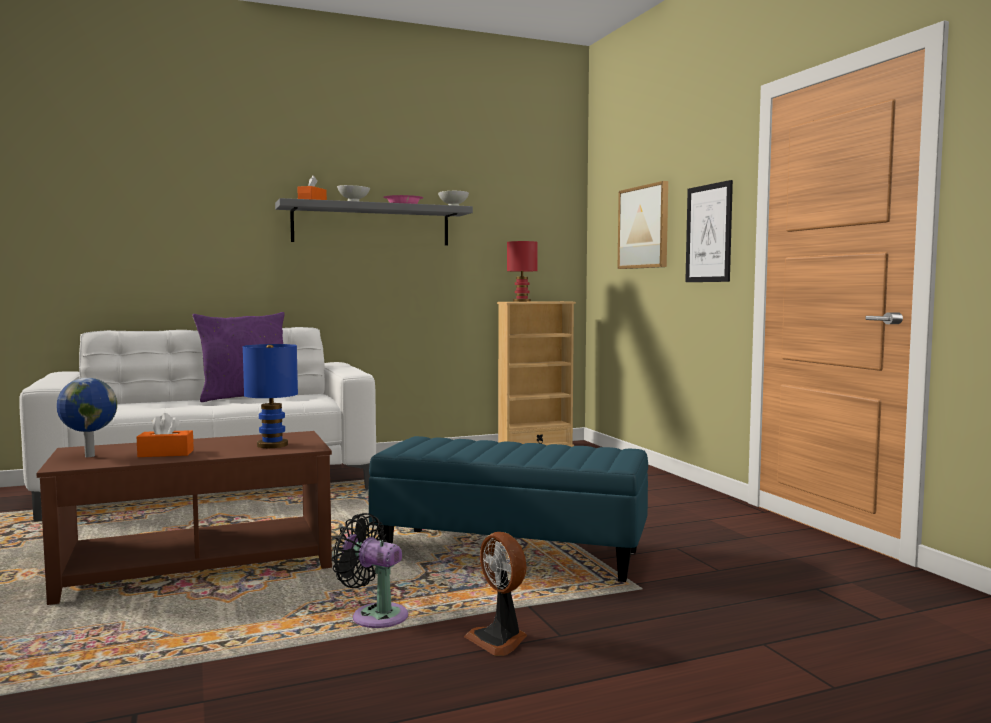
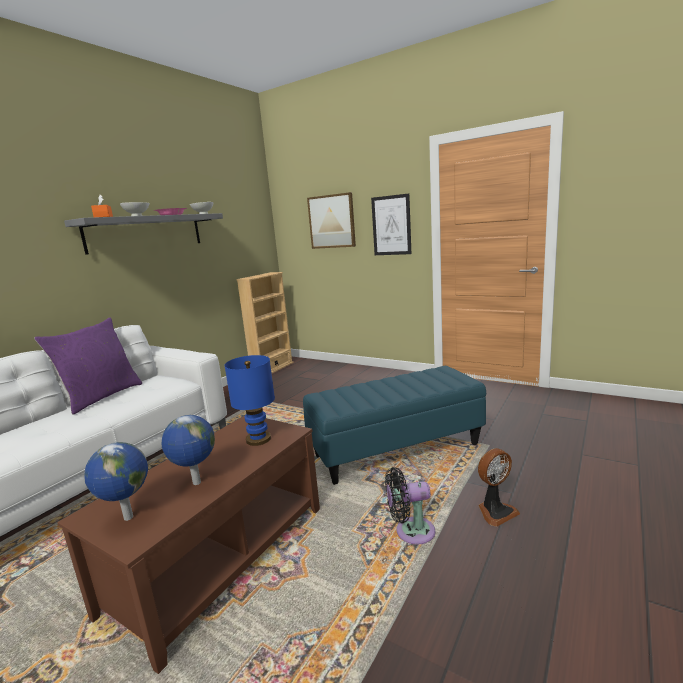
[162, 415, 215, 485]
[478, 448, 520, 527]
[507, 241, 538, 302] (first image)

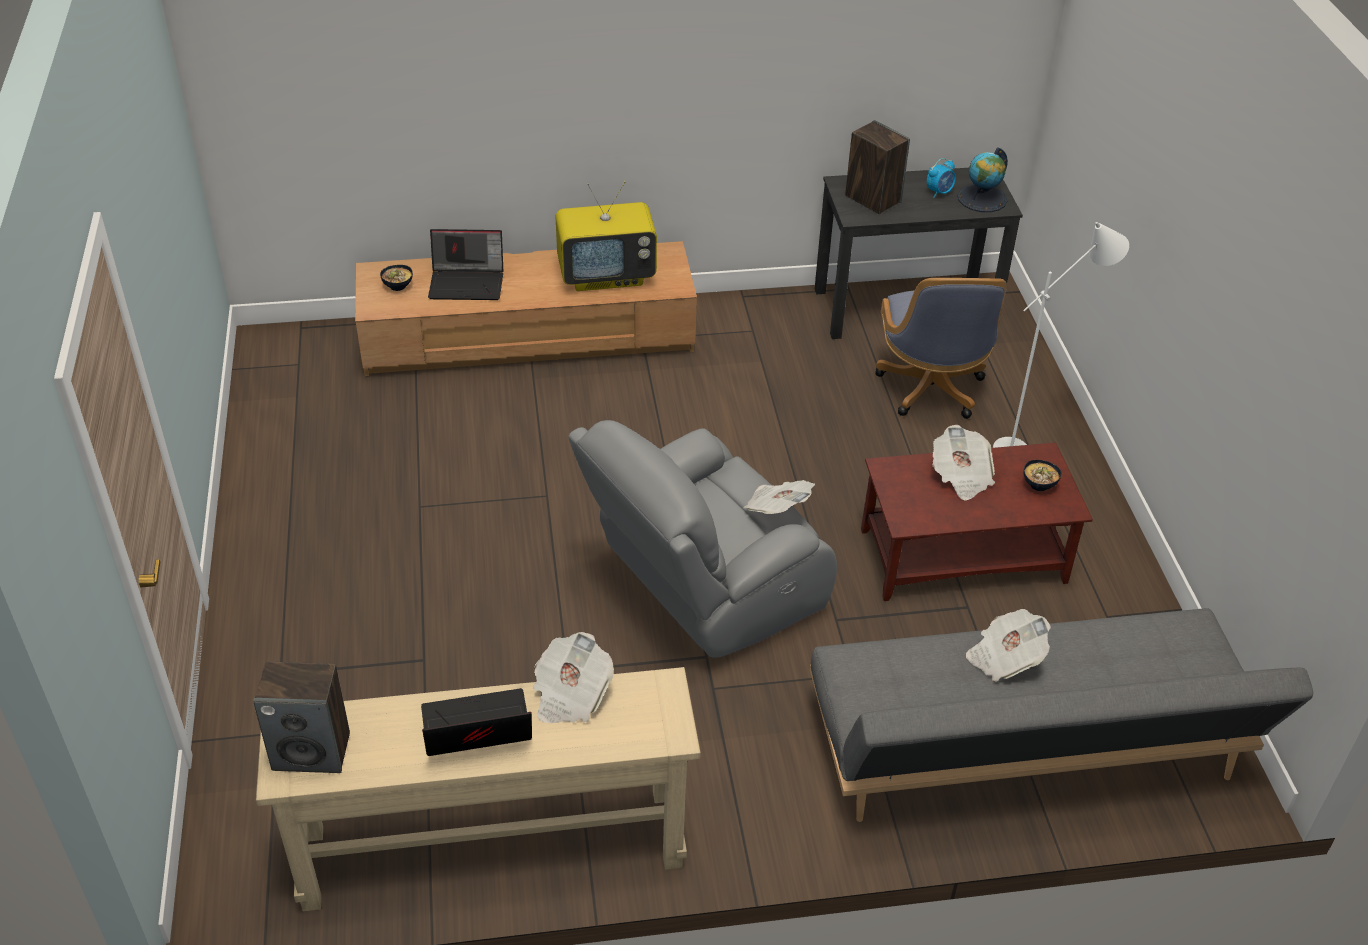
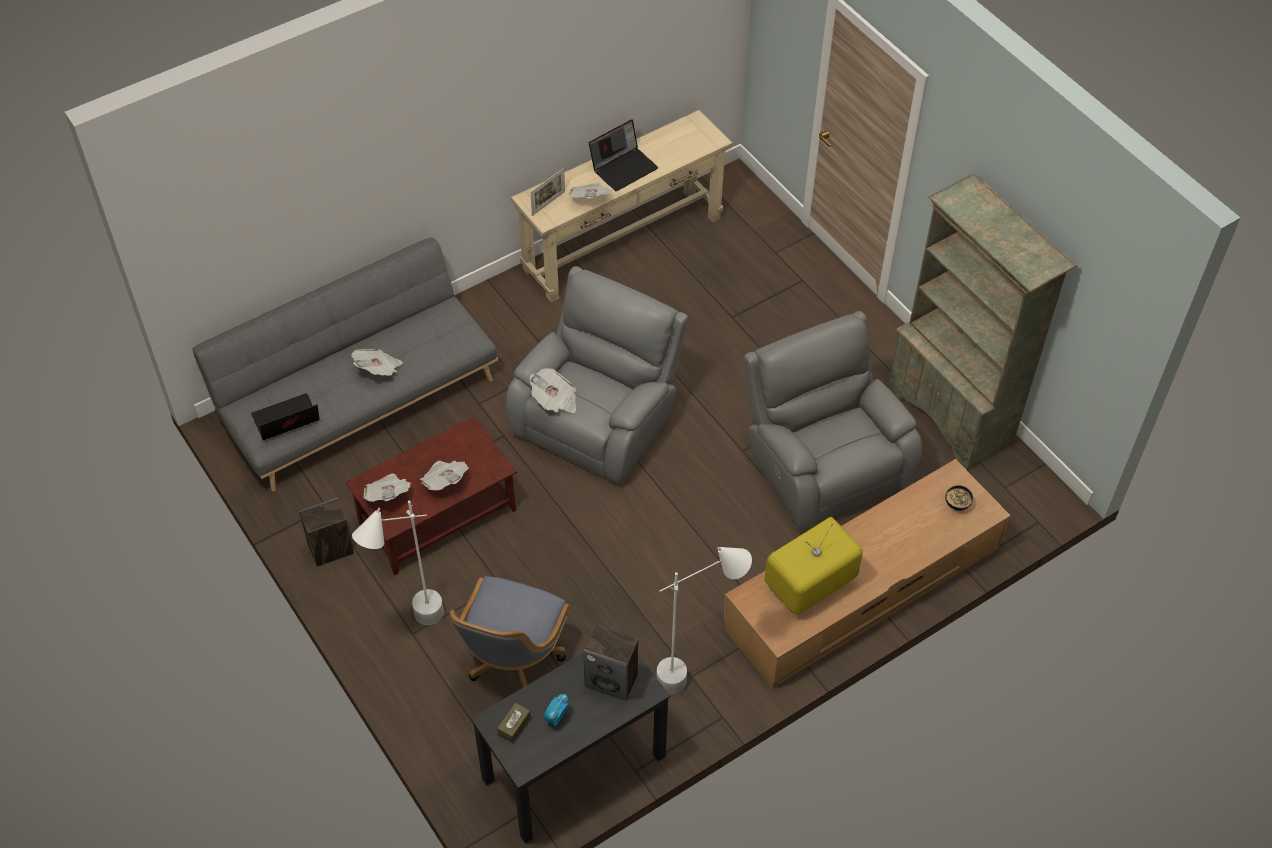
[251, 393, 319, 440]
[299, 498, 354, 567]
[363, 473, 411, 502]
[450, 576, 570, 688]
[497, 703, 531, 743]
[530, 168, 565, 216]
[656, 547, 752, 694]
[744, 311, 922, 531]
[887, 173, 1077, 471]

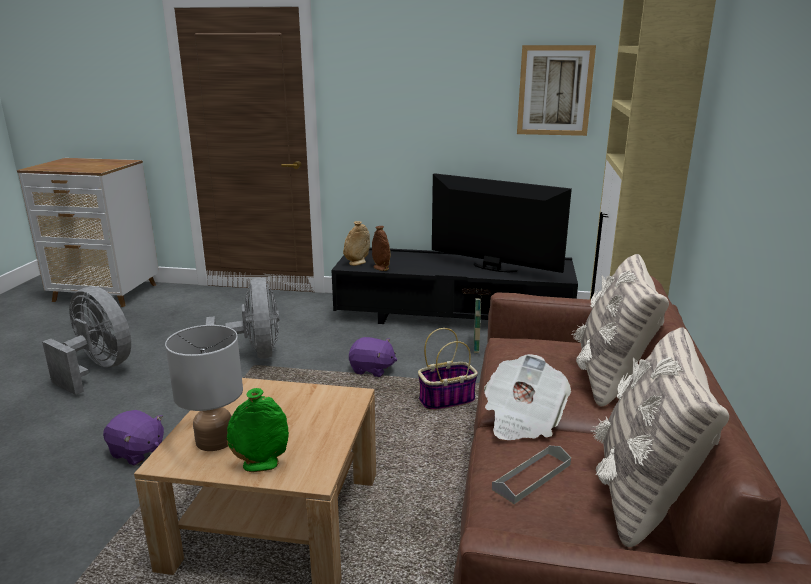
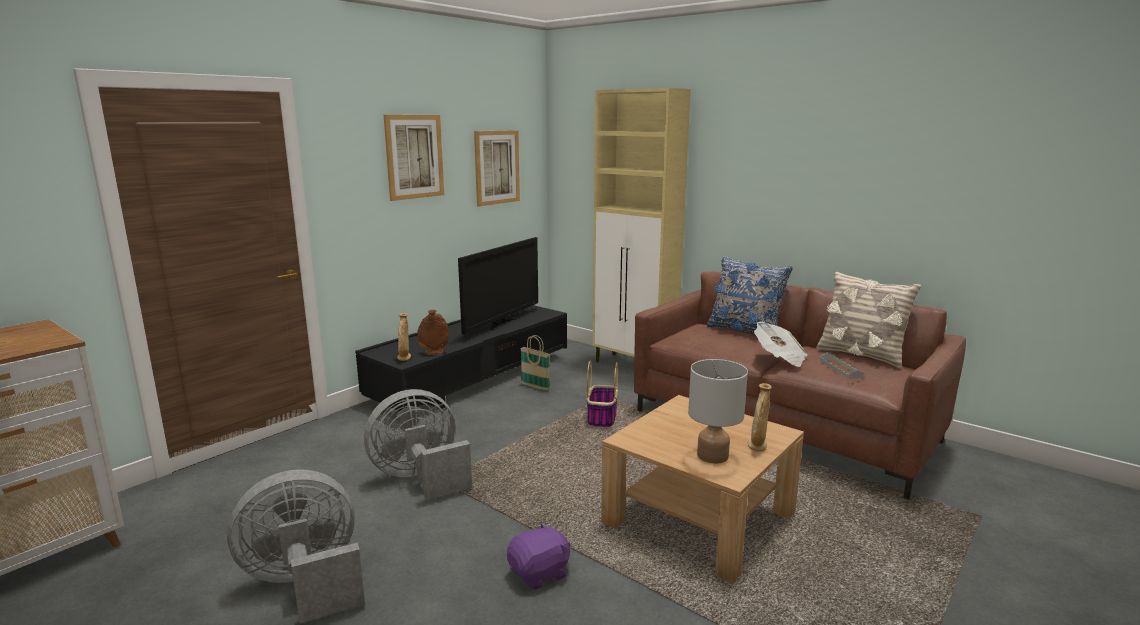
[364, 389, 472, 500]
[384, 115, 444, 201]
[458, 237, 538, 335]
[707, 256, 793, 333]
[748, 383, 772, 451]
[349, 337, 397, 377] (first image)

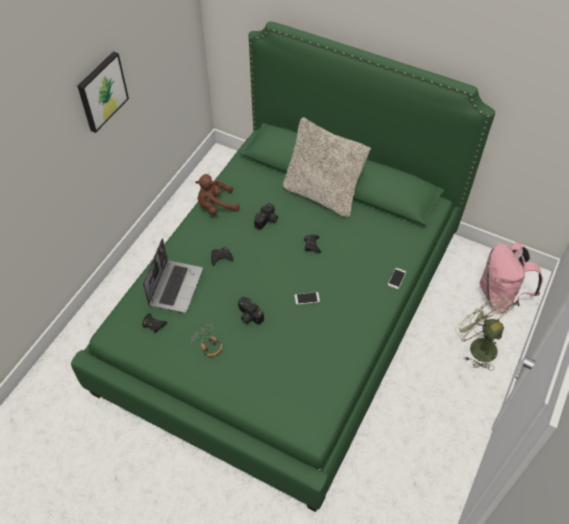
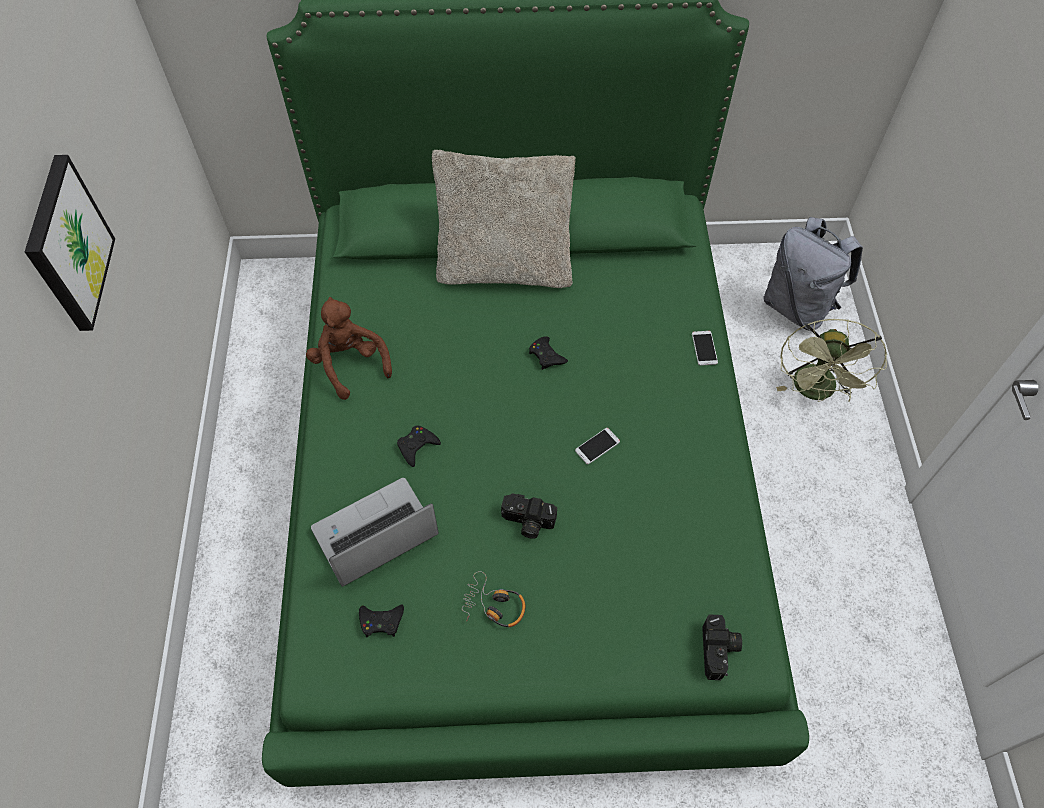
[306, 297, 392, 400]
[311, 478, 439, 587]
[702, 614, 742, 680]
[764, 217, 863, 331]
[776, 319, 887, 402]

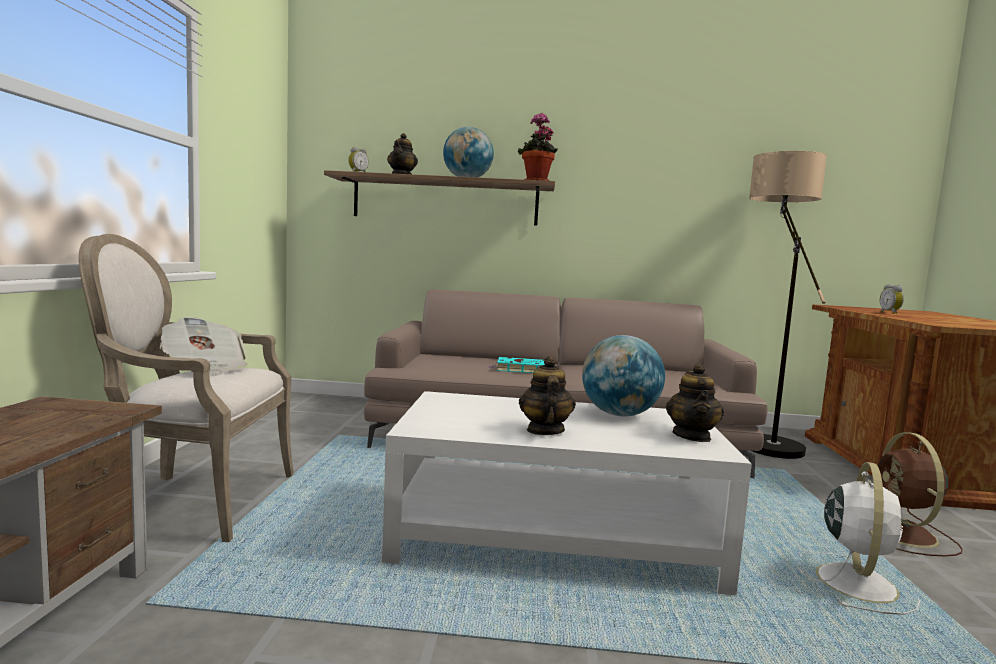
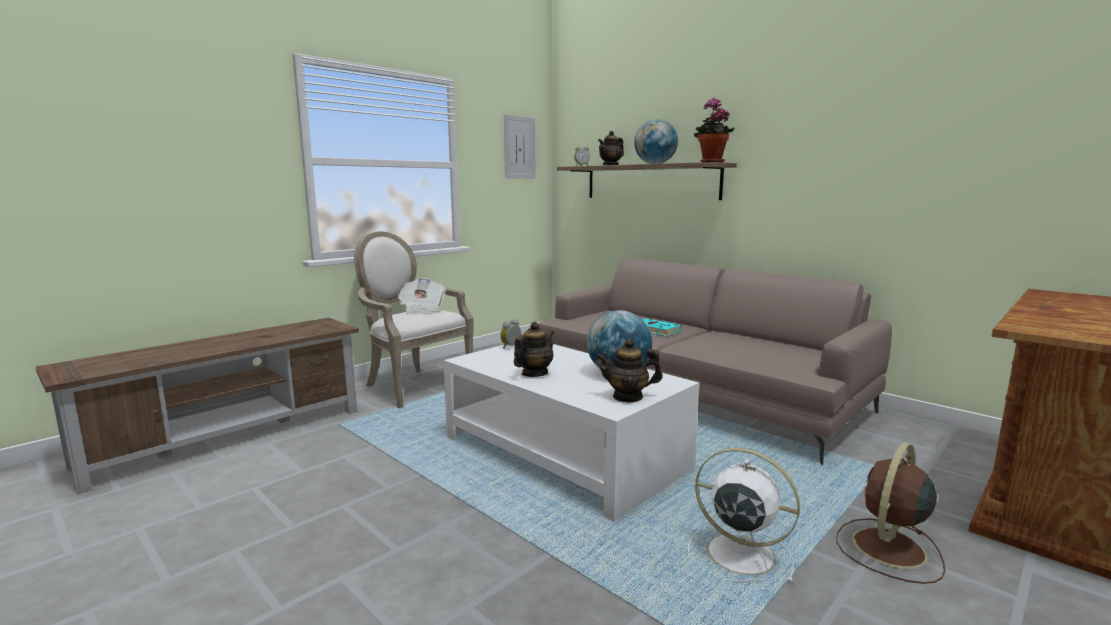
[500, 319, 521, 349]
[504, 114, 536, 178]
[596, 339, 663, 403]
[688, 448, 800, 583]
[749, 151, 827, 459] (first image)

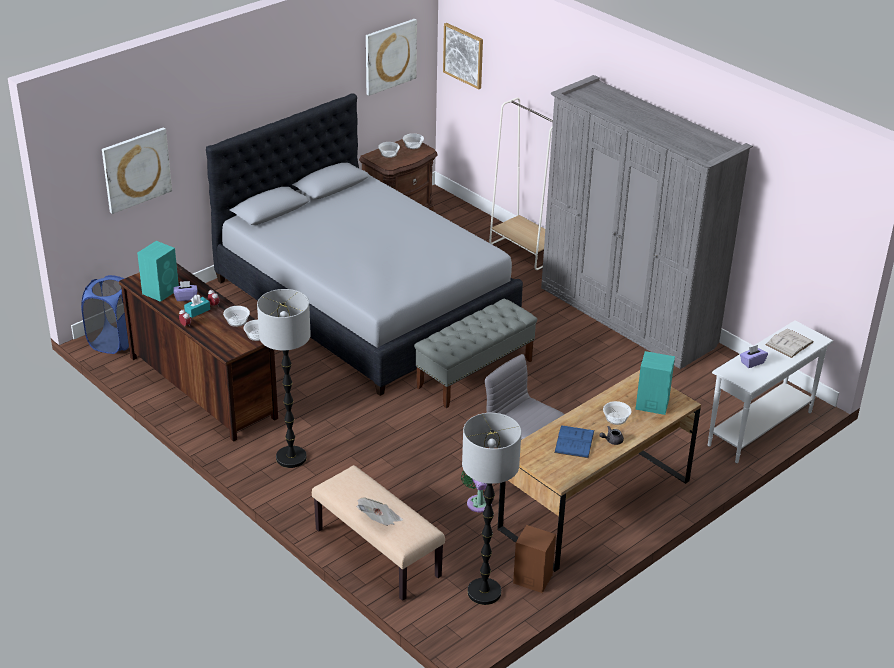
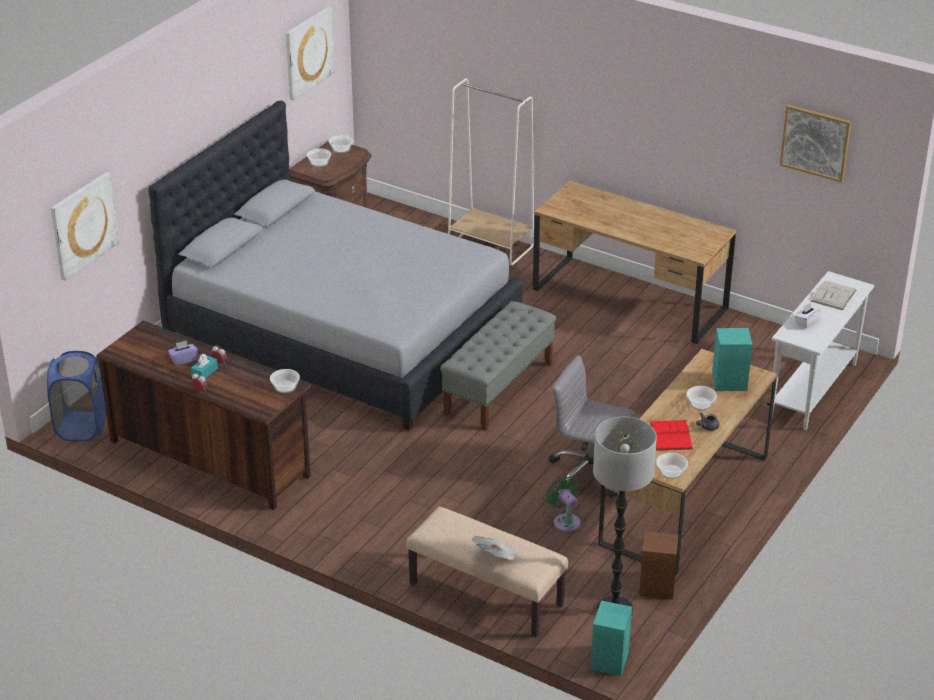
[533, 181, 736, 344]
[591, 601, 632, 676]
[650, 420, 693, 451]
[656, 453, 688, 479]
[780, 105, 851, 183]
[794, 302, 822, 328]
[257, 289, 311, 468] (first image)

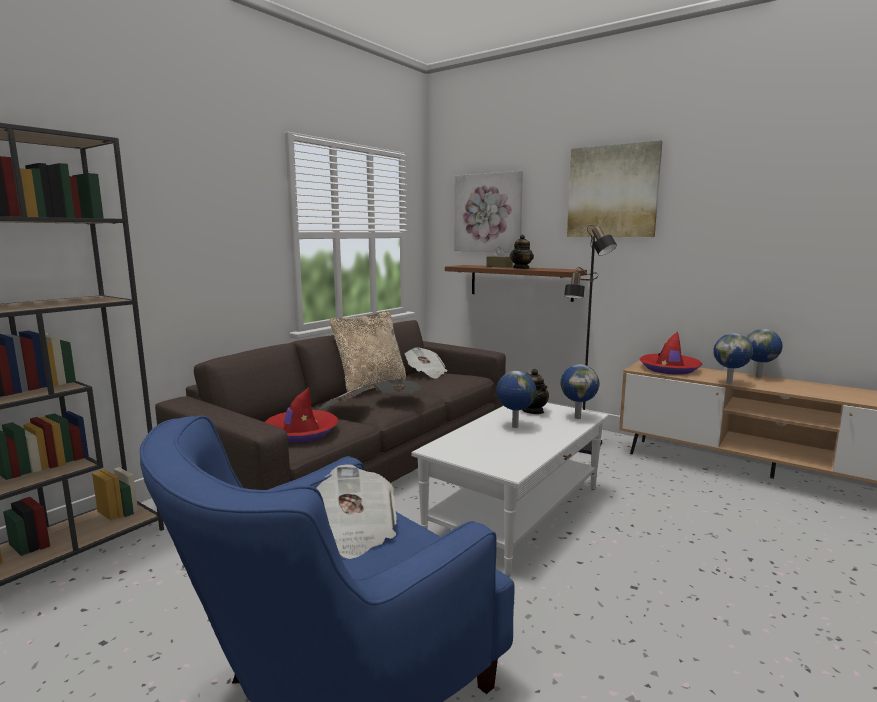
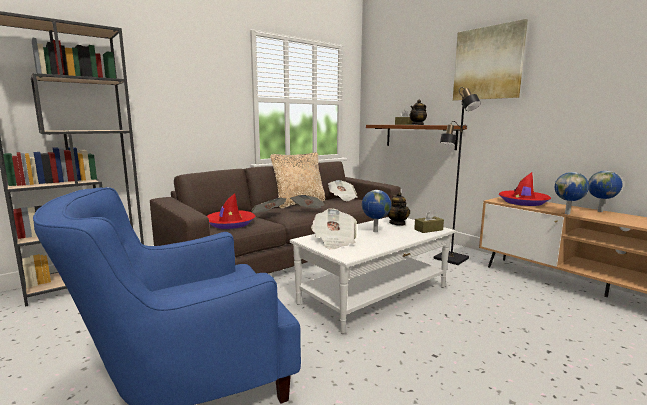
[311, 209, 357, 249]
[414, 209, 444, 233]
[454, 171, 523, 252] (first image)

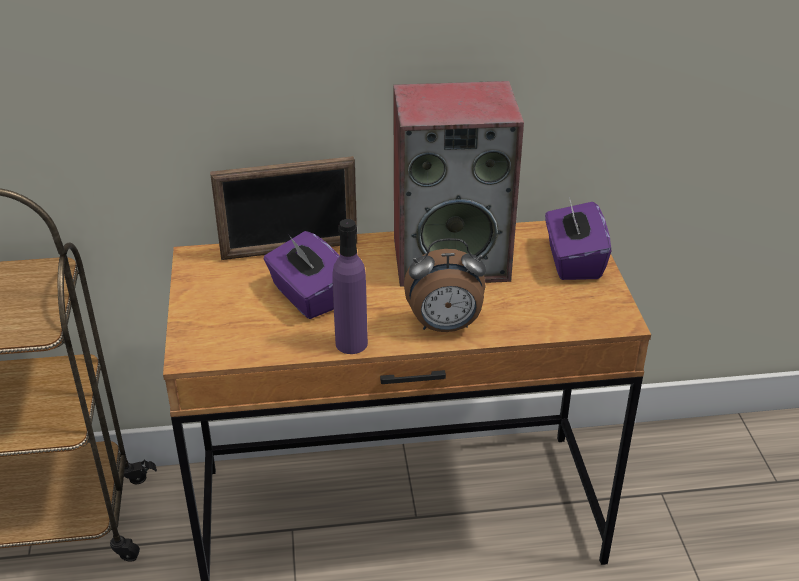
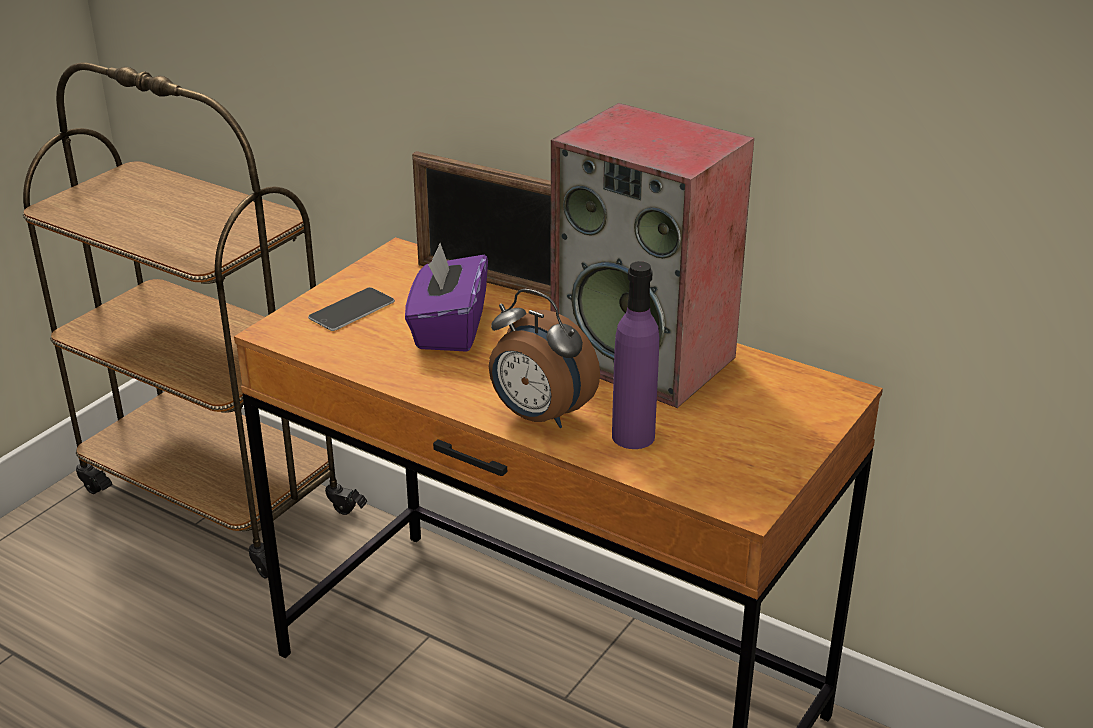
[308, 287, 395, 331]
[612, 261, 659, 449]
[545, 197, 611, 280] (first image)

